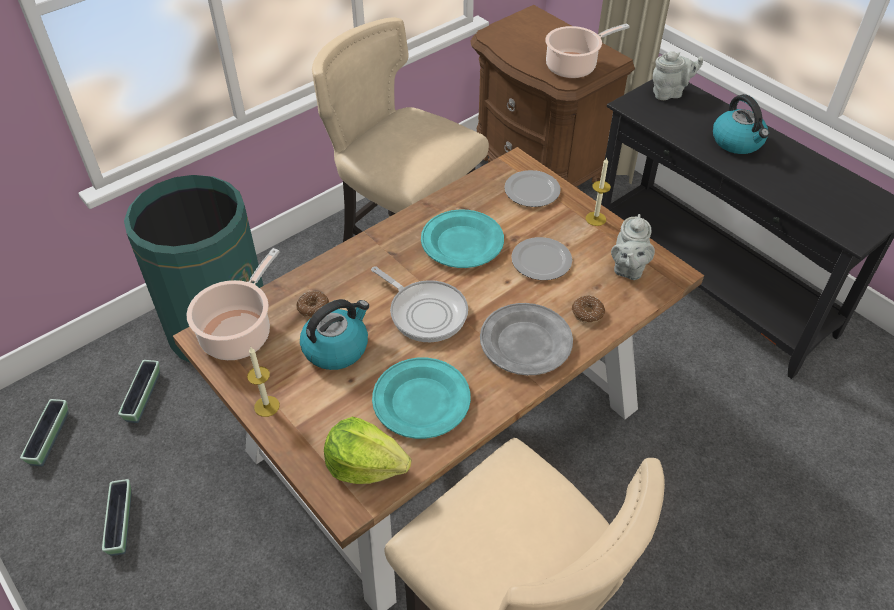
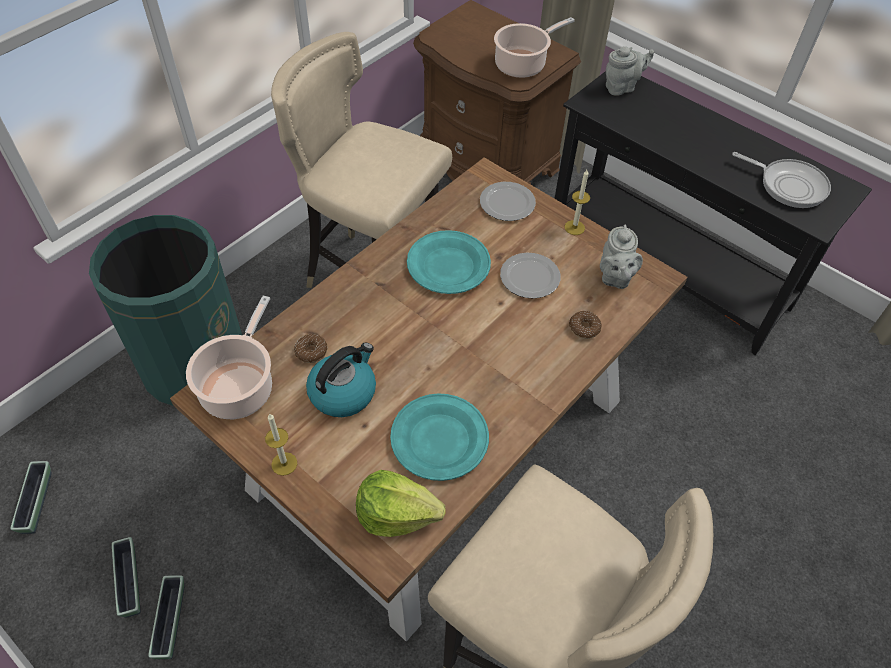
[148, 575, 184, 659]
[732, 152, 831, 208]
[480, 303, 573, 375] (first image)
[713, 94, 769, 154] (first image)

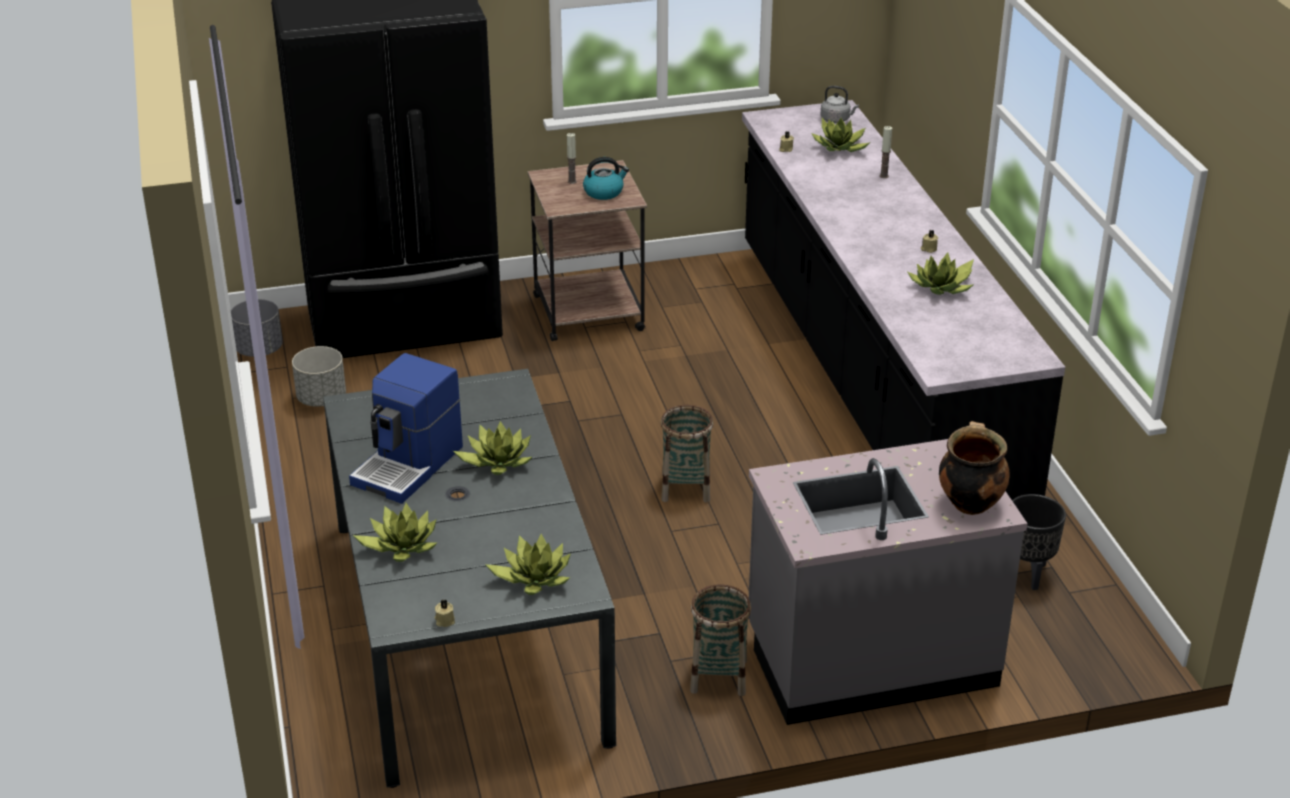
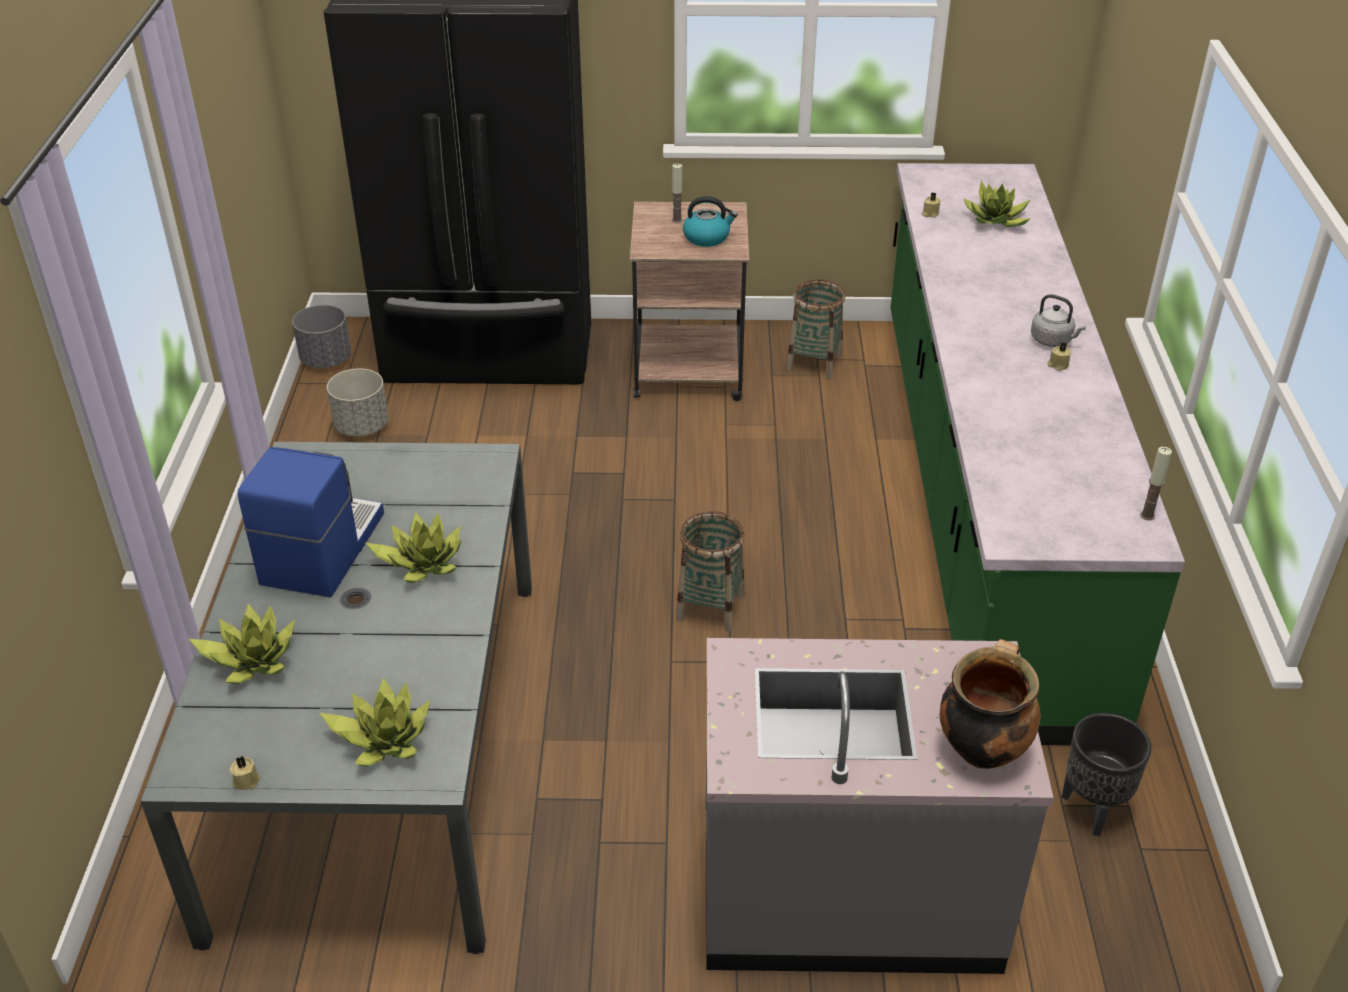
[238, 447, 384, 597]
[786, 279, 845, 379]
[891, 163, 1185, 745]
[1031, 294, 1086, 347]
[1140, 447, 1172, 520]
[908, 253, 974, 295] (first image)

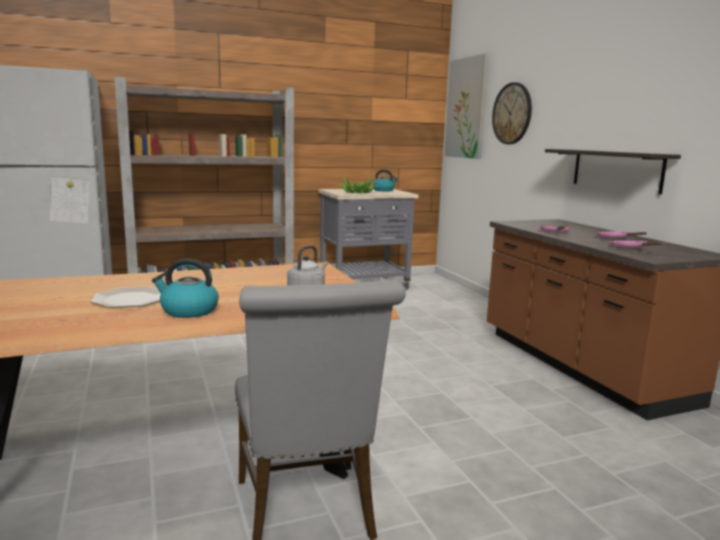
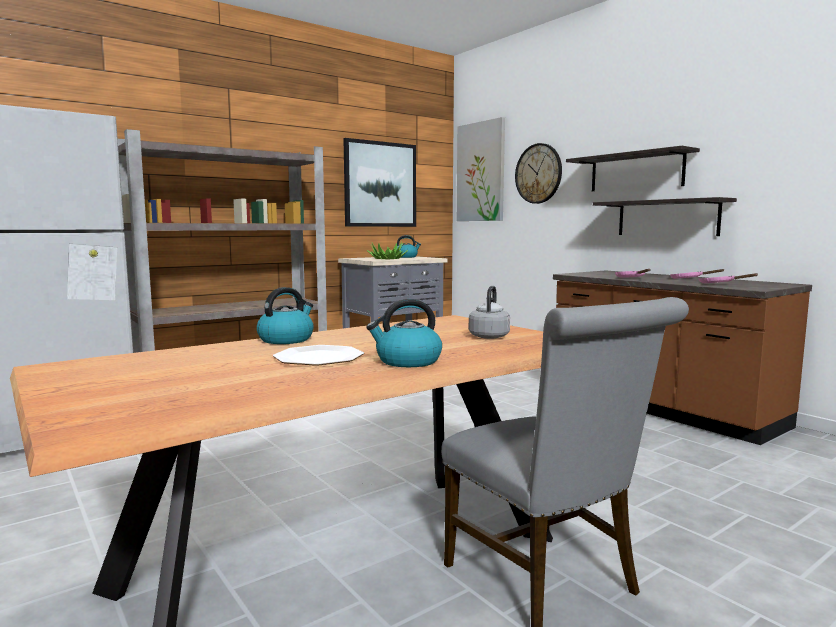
[257, 287, 314, 344]
[343, 138, 416, 227]
[566, 146, 700, 191]

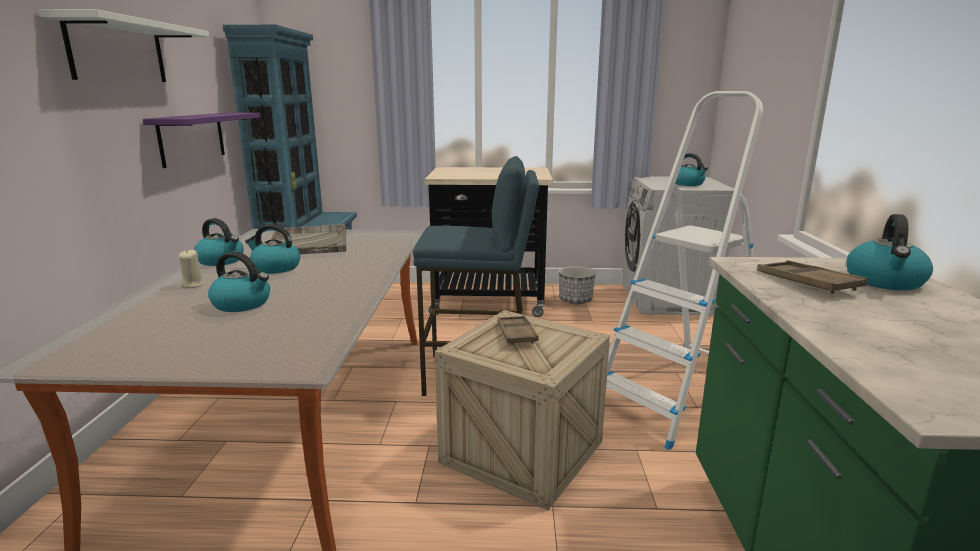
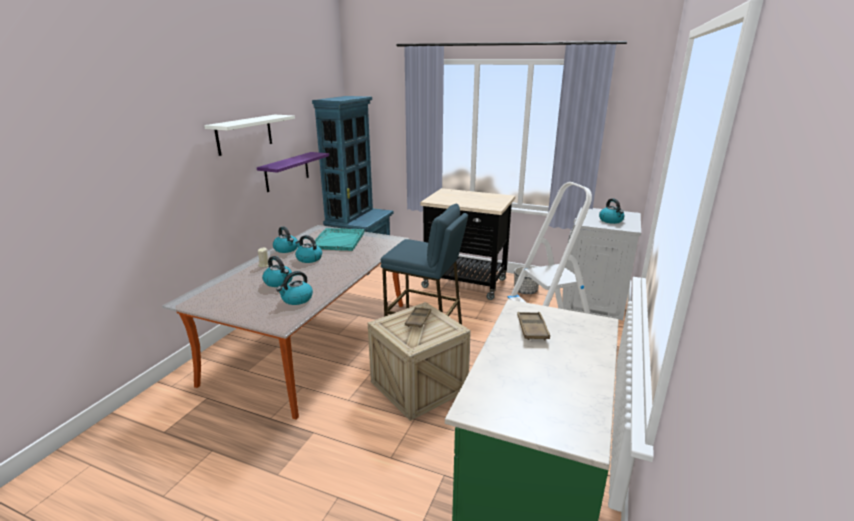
[276, 271, 313, 305]
[315, 228, 364, 251]

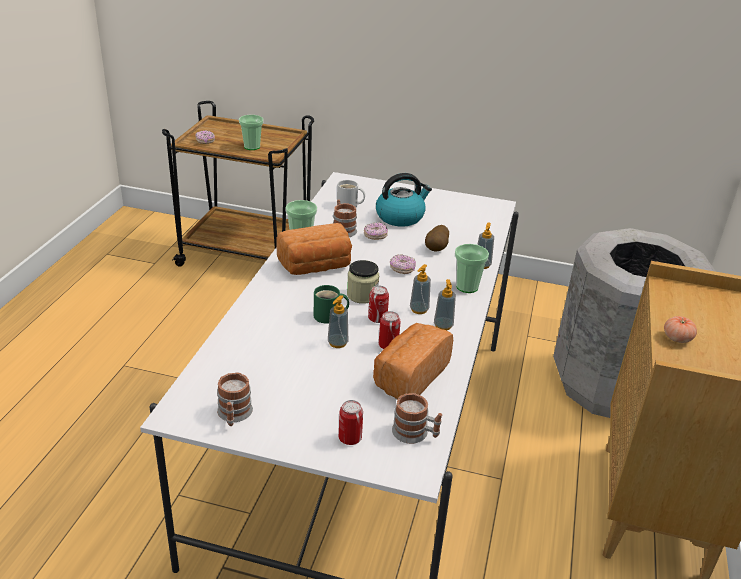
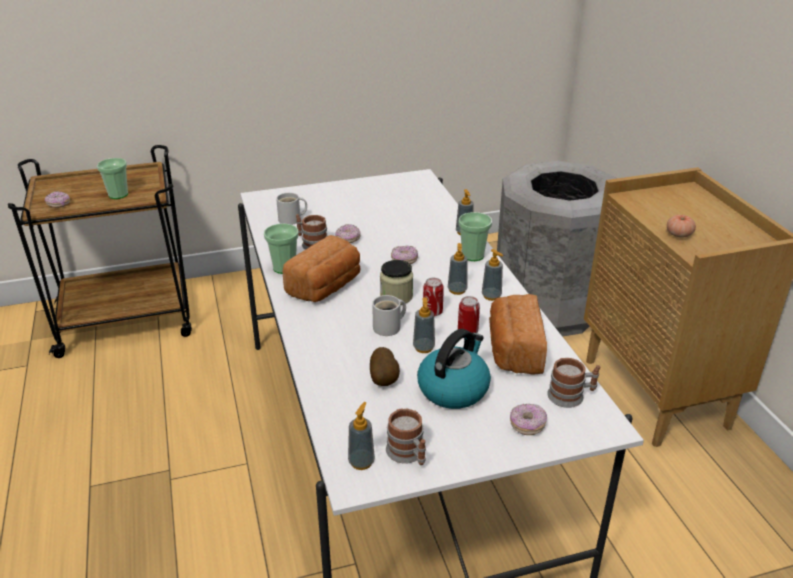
[348, 402, 375, 470]
[370, 347, 400, 386]
[372, 295, 406, 336]
[417, 329, 491, 409]
[510, 404, 547, 435]

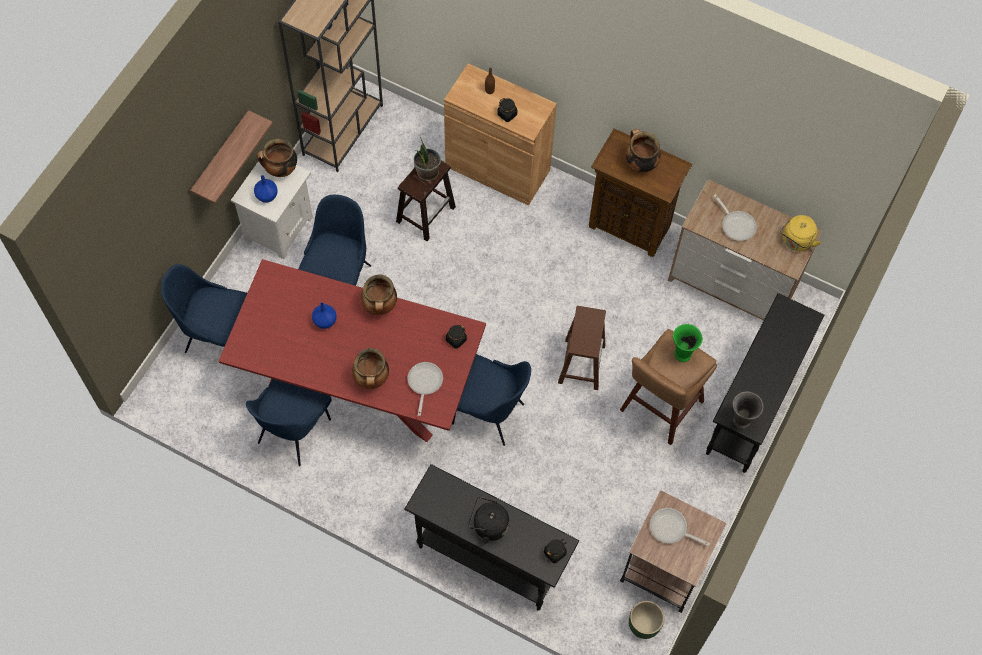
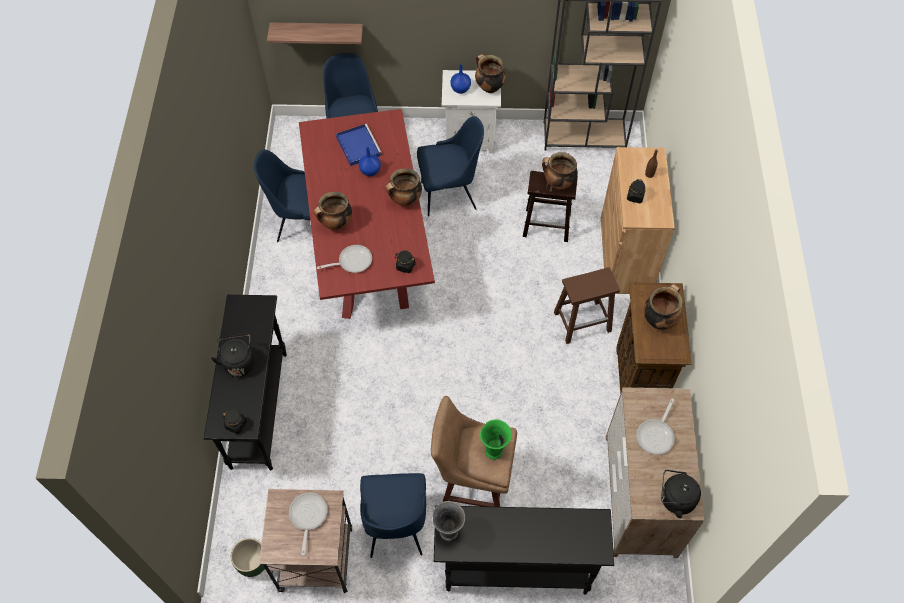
[267, 22, 363, 45]
[336, 124, 382, 166]
[360, 473, 426, 558]
[542, 152, 578, 190]
[554, 267, 620, 344]
[661, 470, 701, 518]

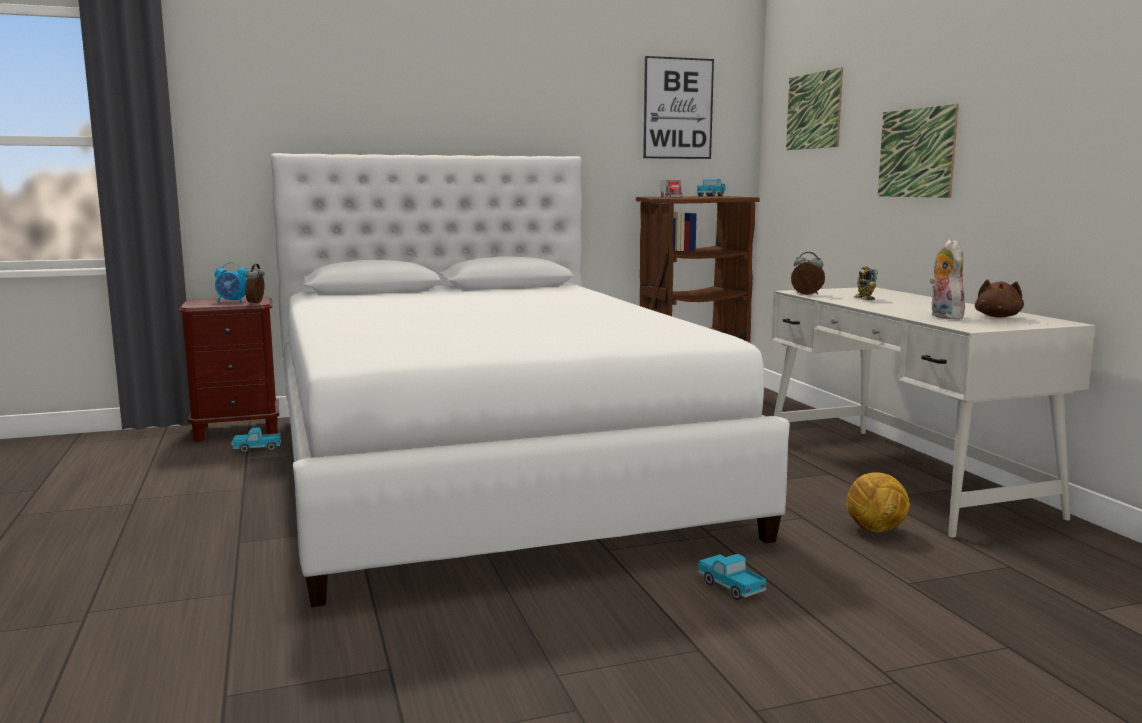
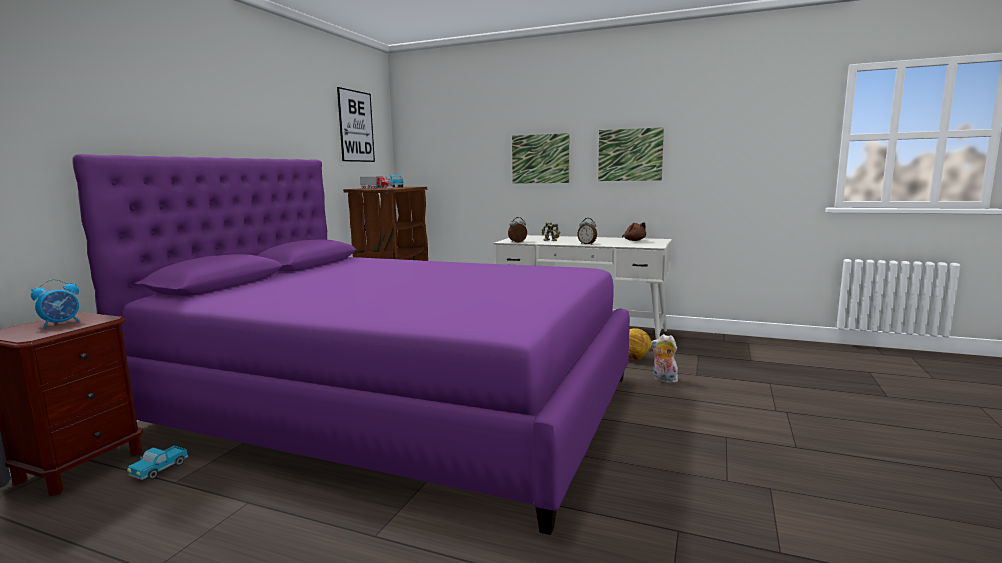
[72, 154, 630, 535]
[577, 218, 597, 244]
[598, 127, 664, 181]
[651, 334, 678, 383]
[698, 554, 766, 600] (first image)

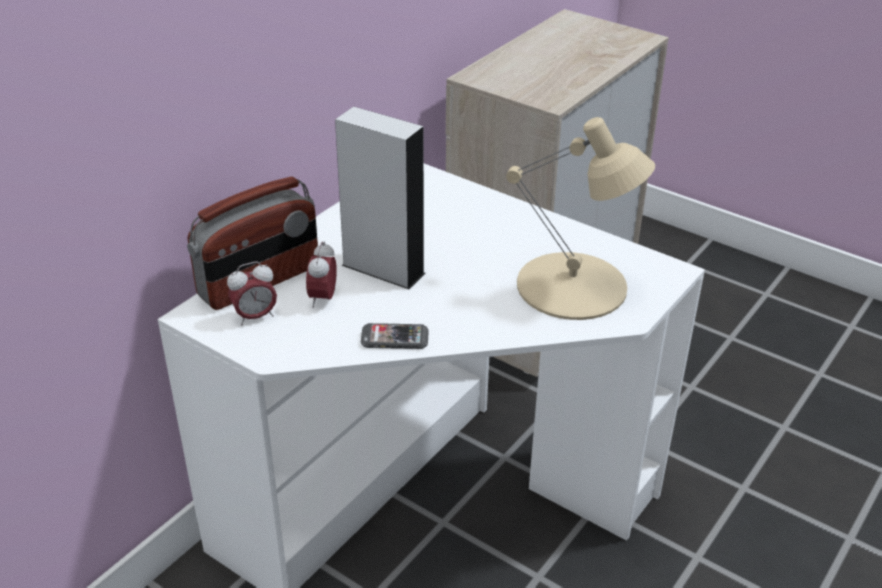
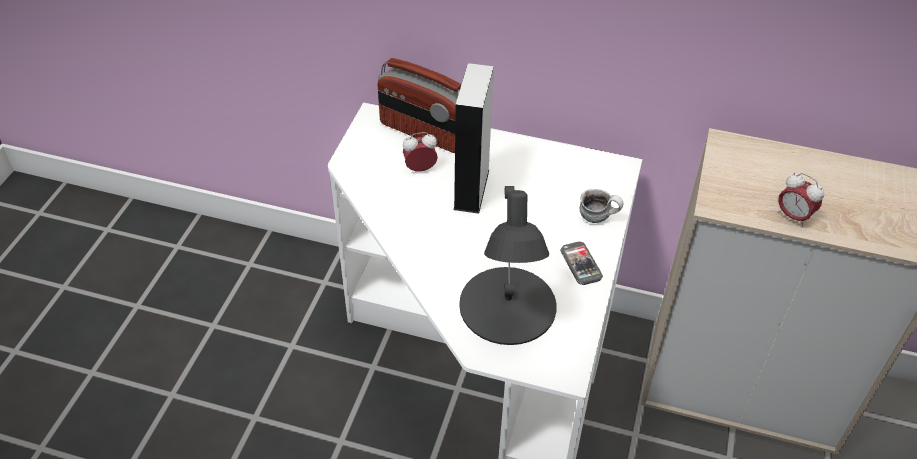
[459, 186, 556, 345]
[560, 241, 603, 285]
[580, 189, 623, 223]
[778, 173, 824, 227]

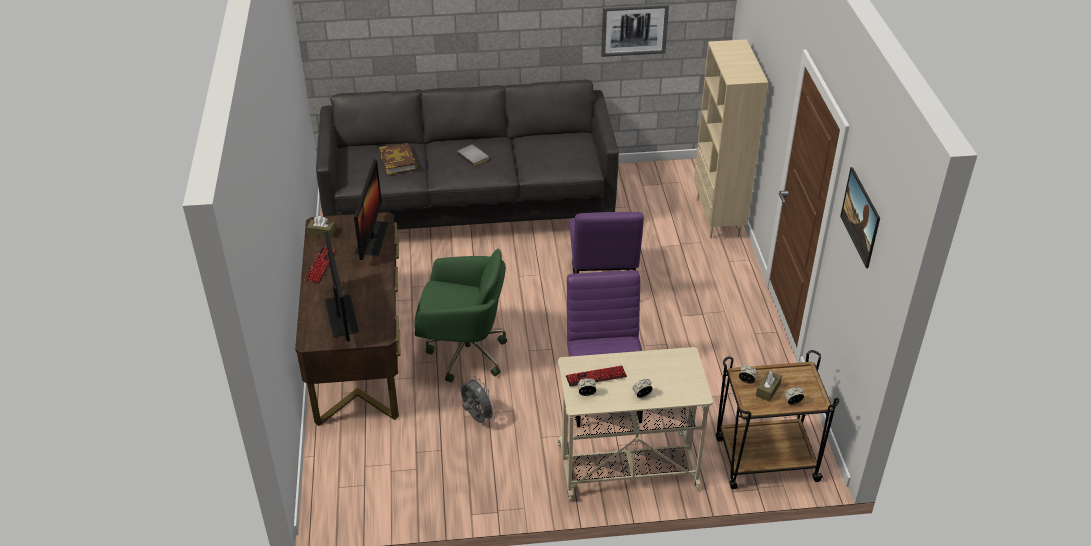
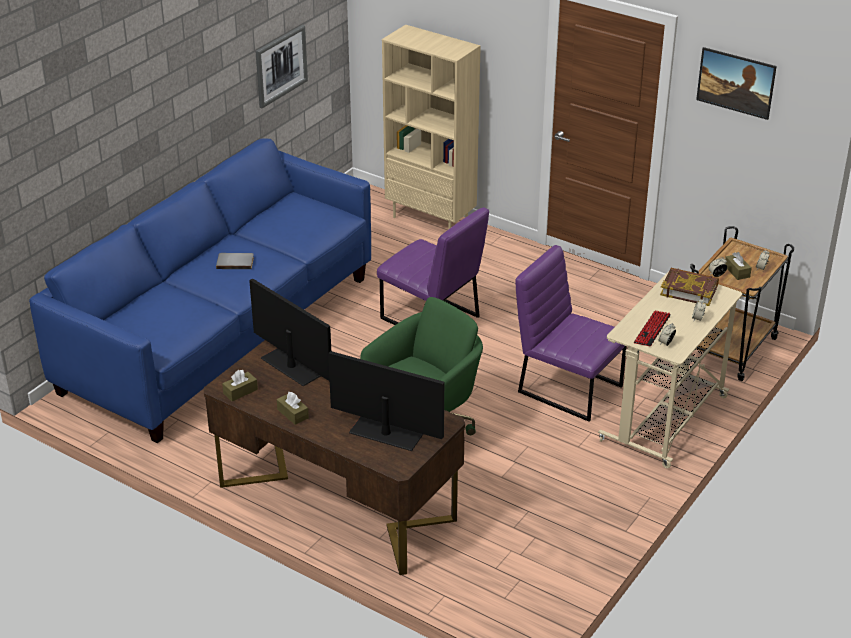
[29, 138, 371, 443]
[277, 392, 309, 425]
[660, 268, 719, 306]
[460, 376, 496, 423] (first image)

